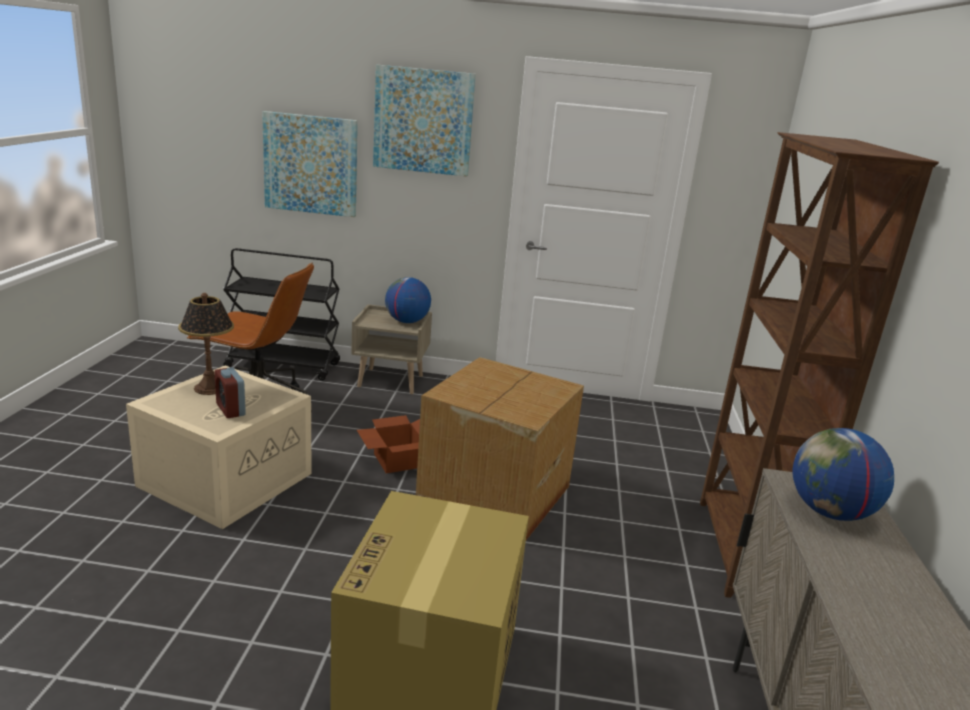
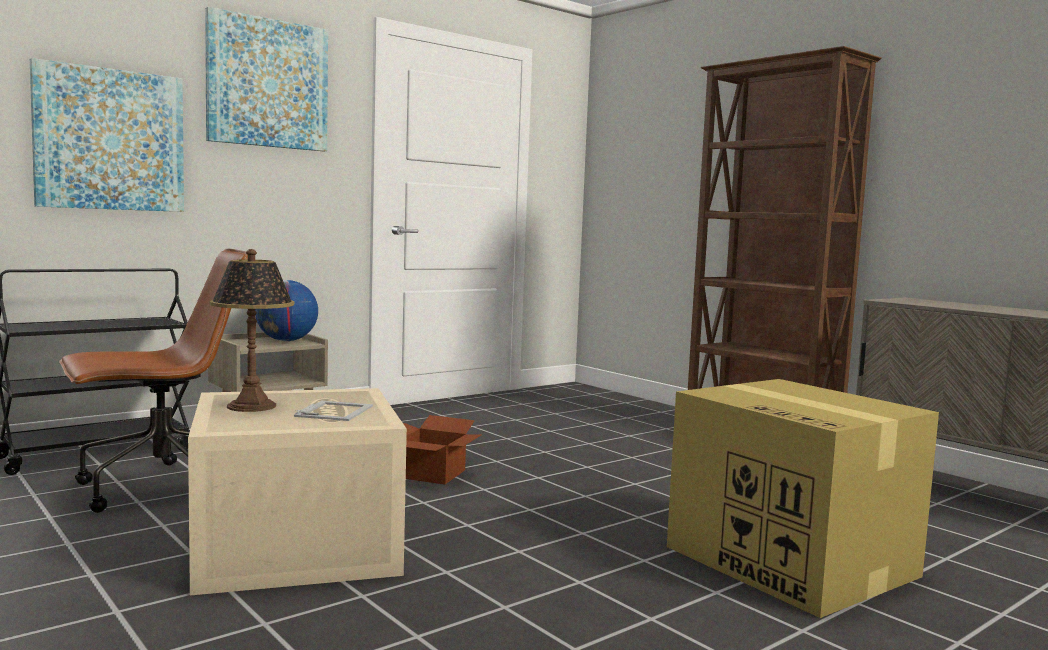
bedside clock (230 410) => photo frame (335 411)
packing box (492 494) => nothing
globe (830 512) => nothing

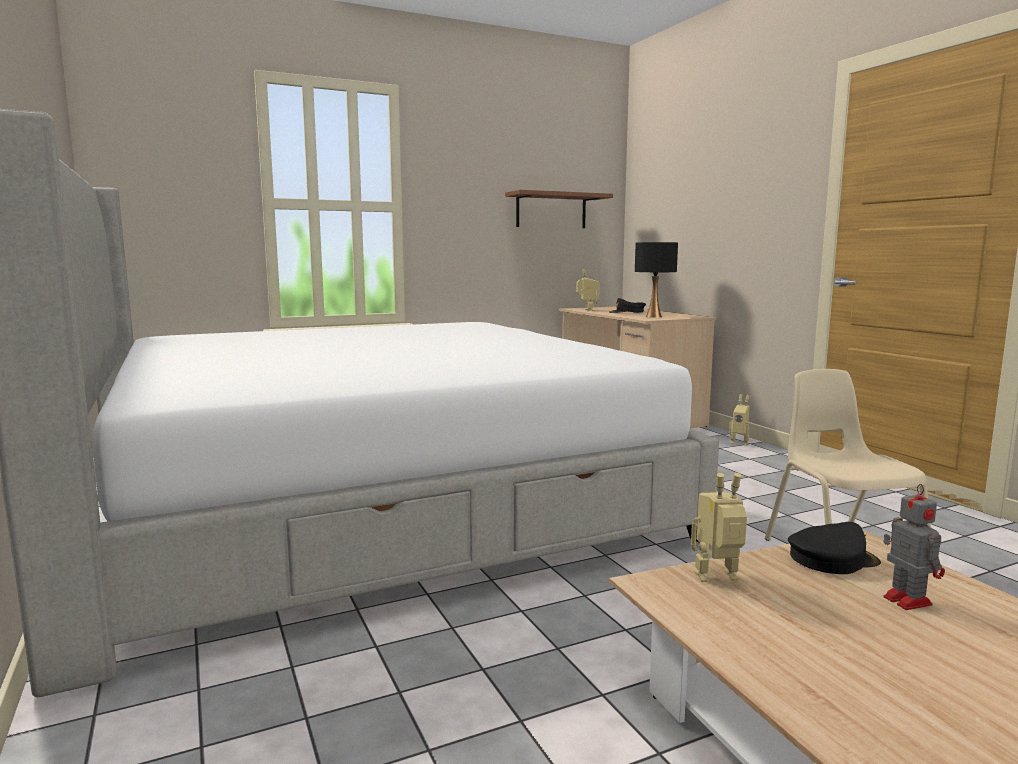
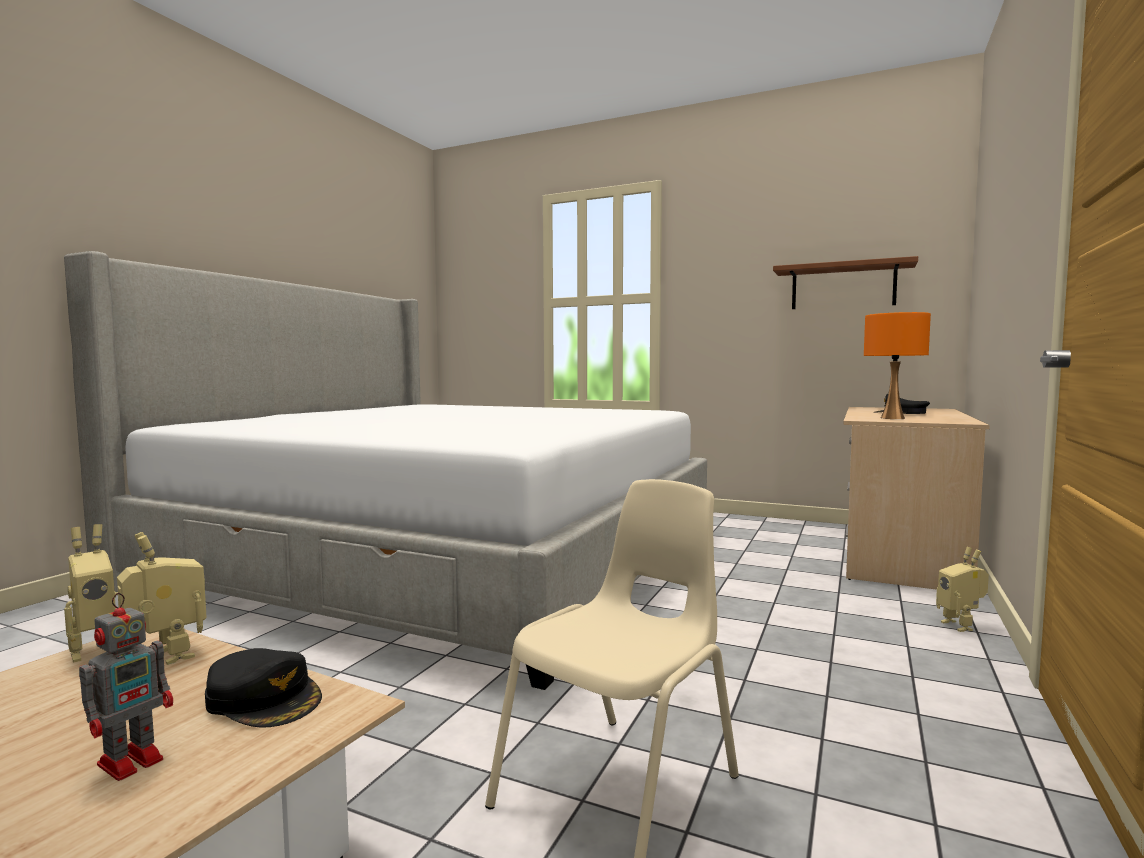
robot figure (587 310) => robot figure (96 649), moved
lamp for a table in black-coloured (653 316) => lamp for a table in orange-coloured (892 418)

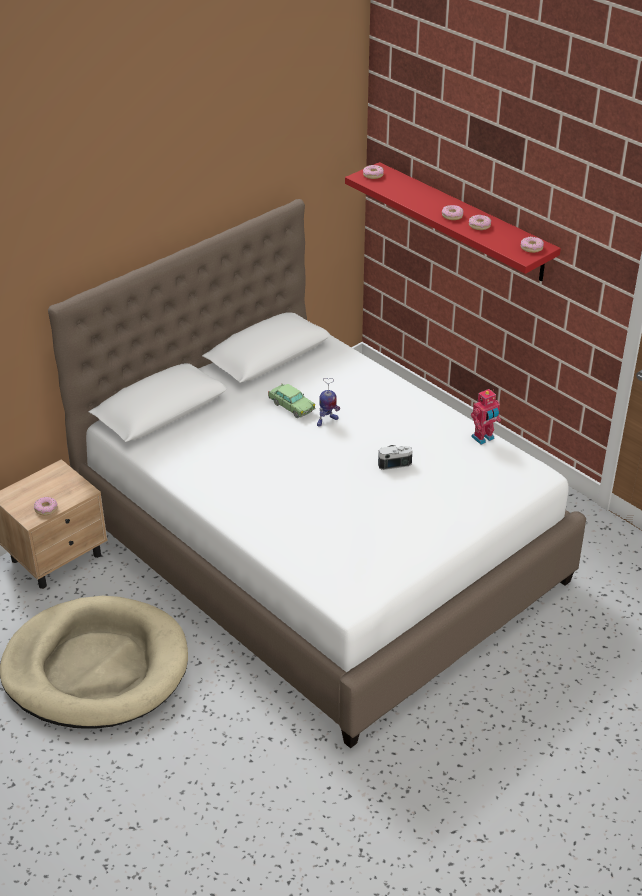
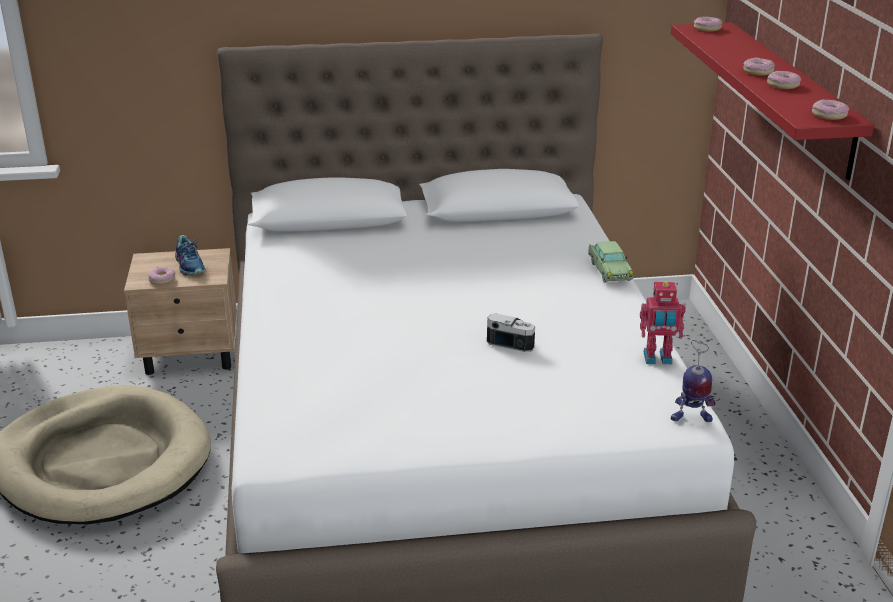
miniature car (291 406) => miniature car (609 271), moved
robot figure (326 421) => robot figure (690 418), moved
nothing => low shoe (190 265)

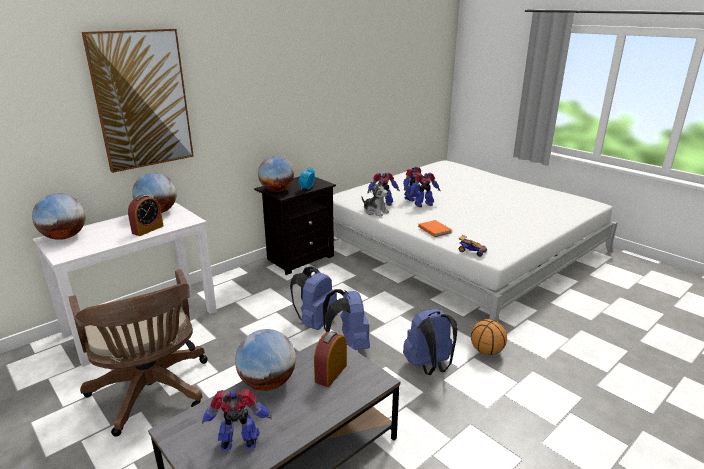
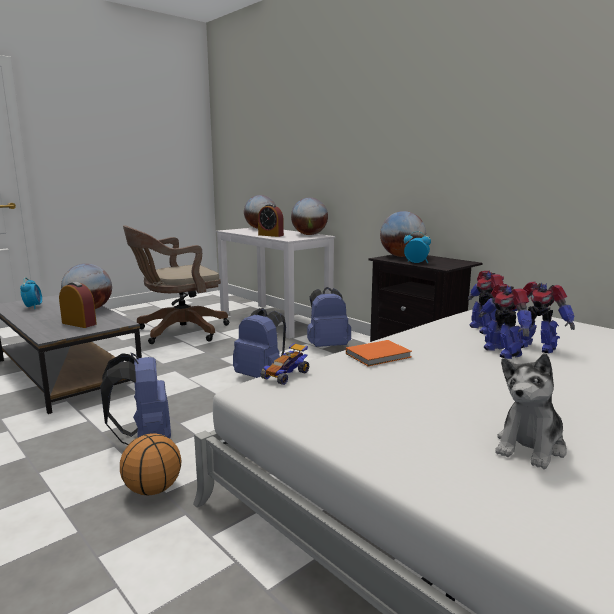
picture (142 100) => nothing
robot figure (239 444) => bedside clock (33 307)
knapsack in blue-coloured (349 345) => knapsack in blue-coloured (327 346), moved
cuddly toy (375 212) => cuddly toy (530 446), moved

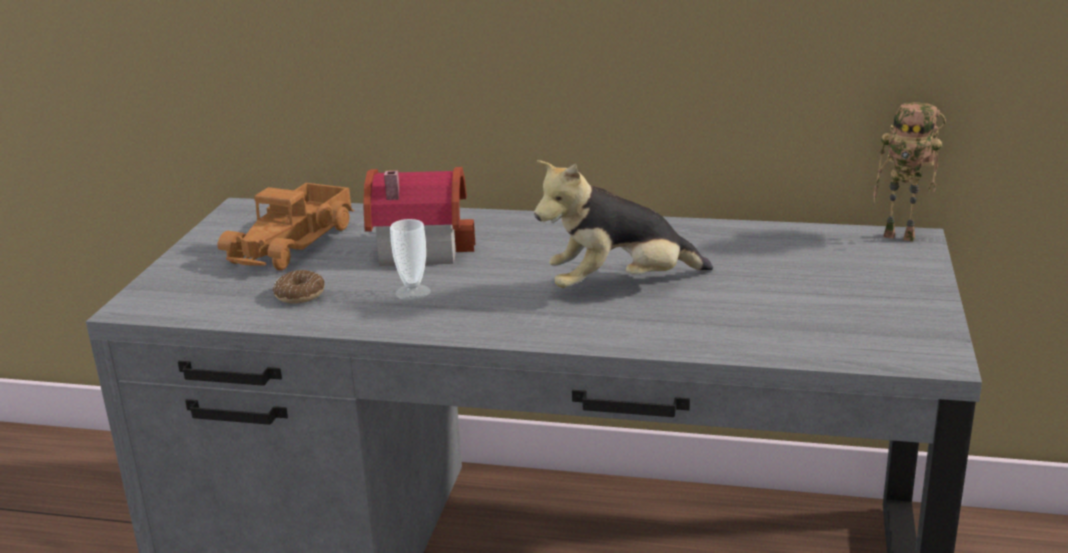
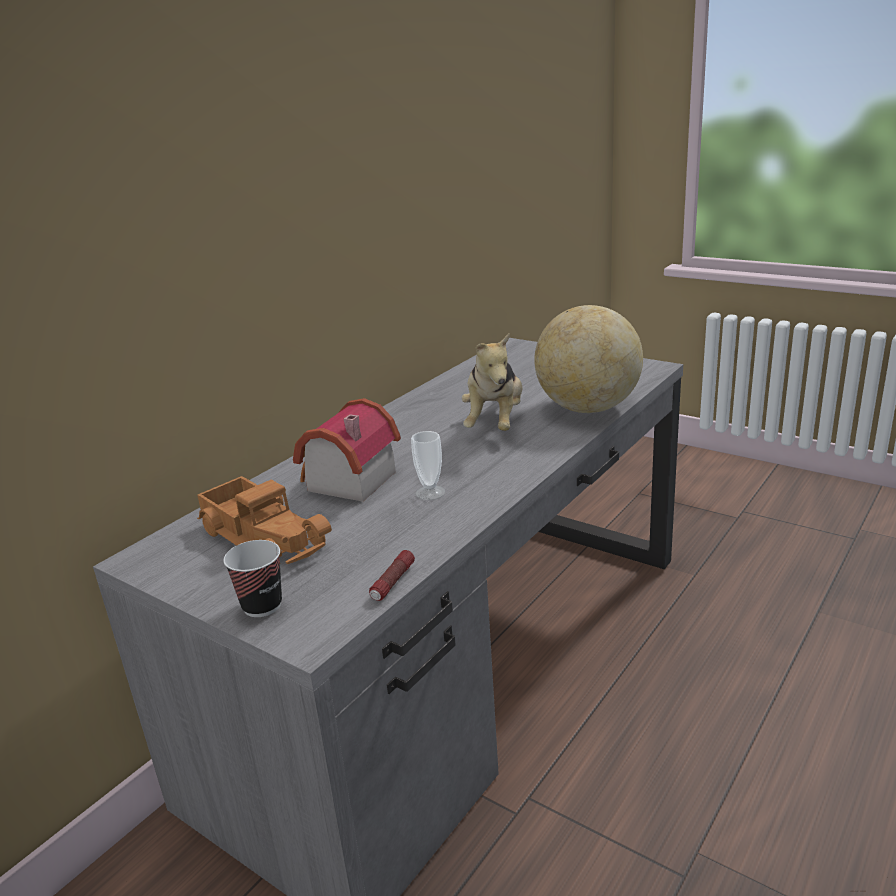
doughnut (300 295) => nothing
robot figure (902 236) => nothing
nothing => small cup (262 605)
nothing => hand torch (393 582)
nothing => globe (587 408)

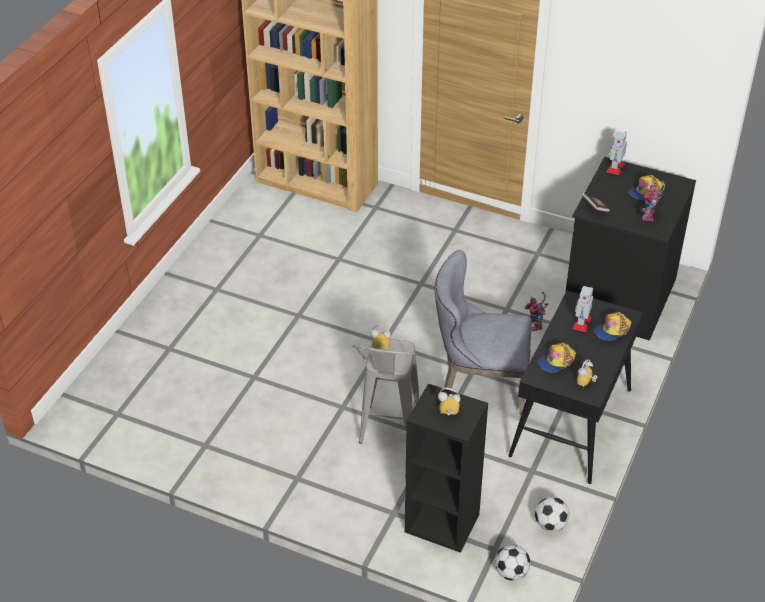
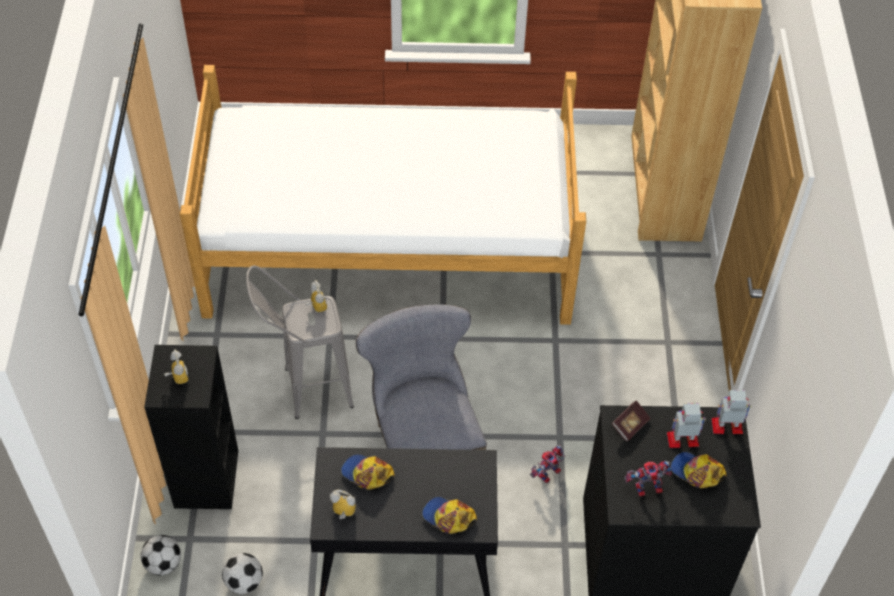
robot figure (581 322) => robot figure (683 439), moved
nothing => bed (389 245)

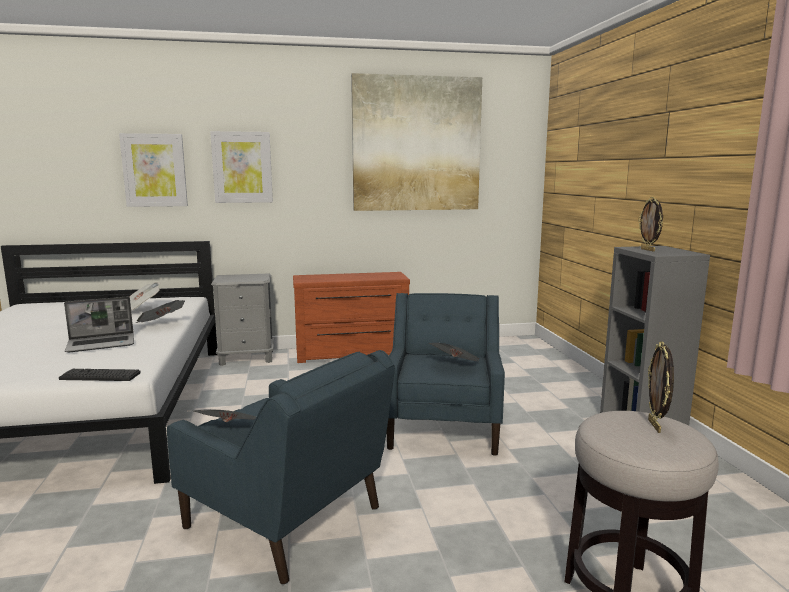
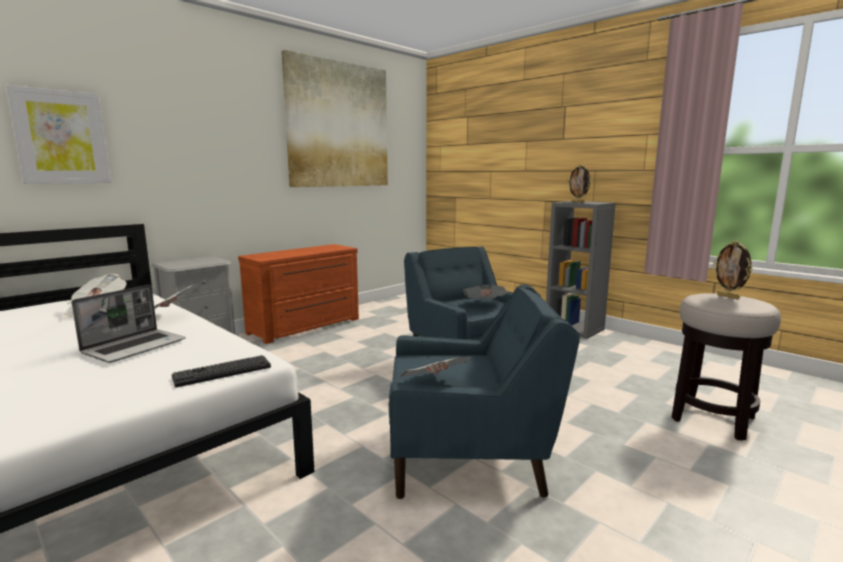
picture (242 167) => nothing

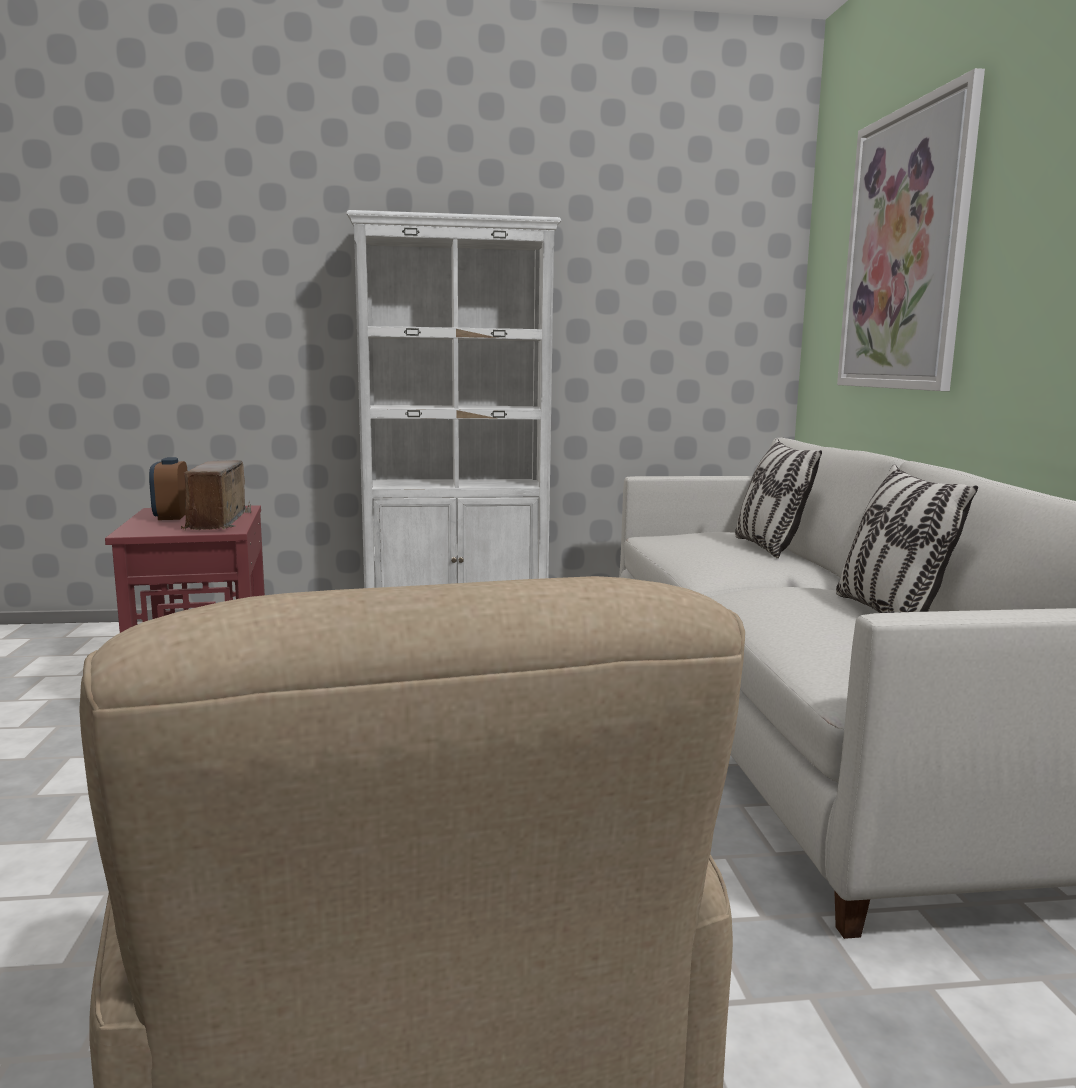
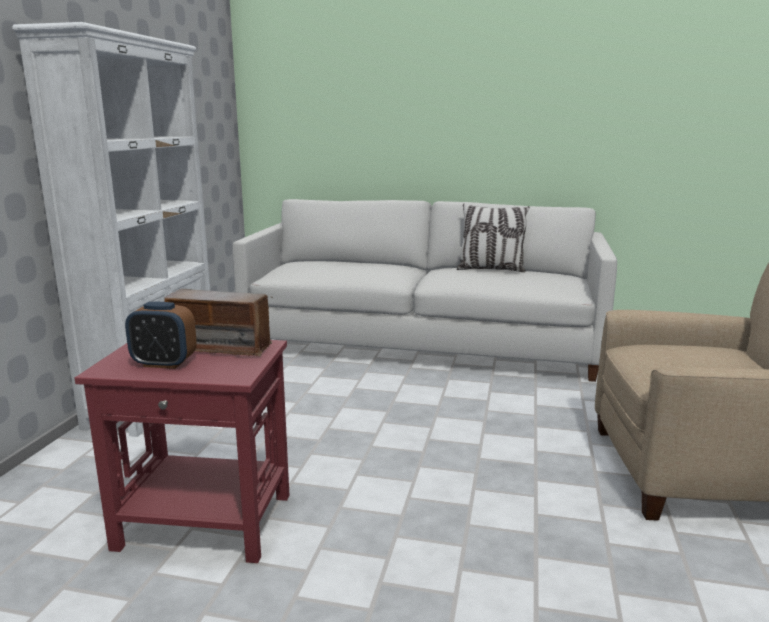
cushion (768 548) => nothing
picture (905 250) => nothing

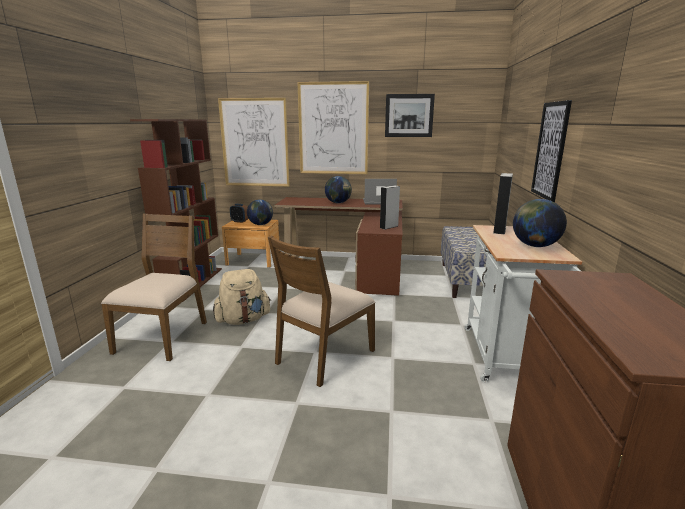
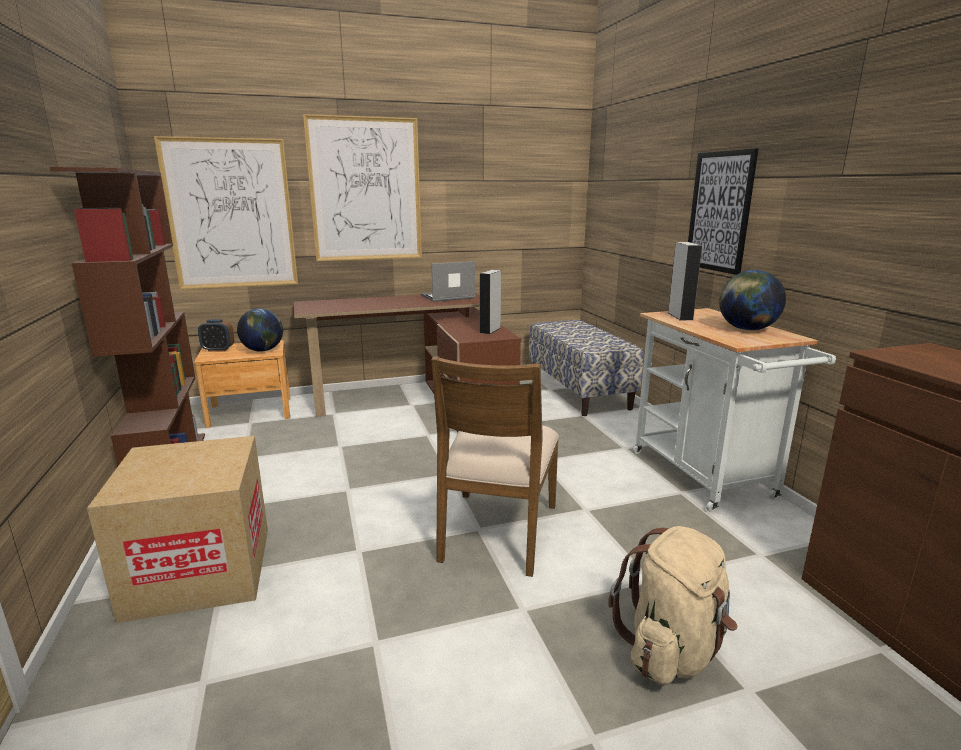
plain chair in brown-coloured (164 337) => packing box (200 571)
knapsack in beige-coloured (243 320) => knapsack in beige-coloured (672 650), moved
globe (338 203) => nothing
picture (409 115) => nothing

